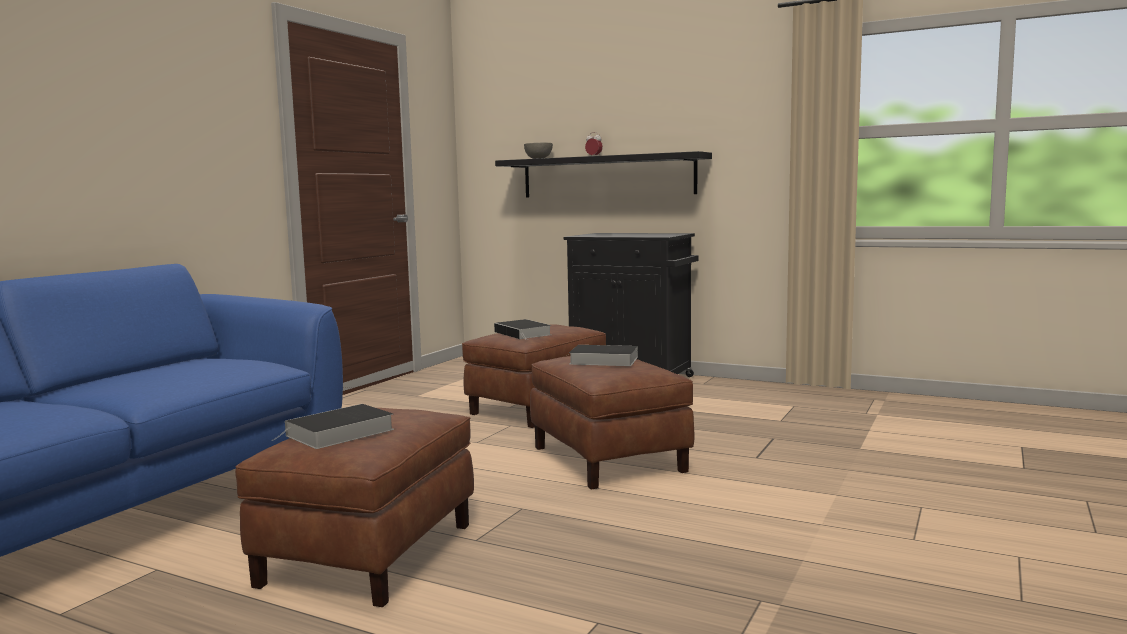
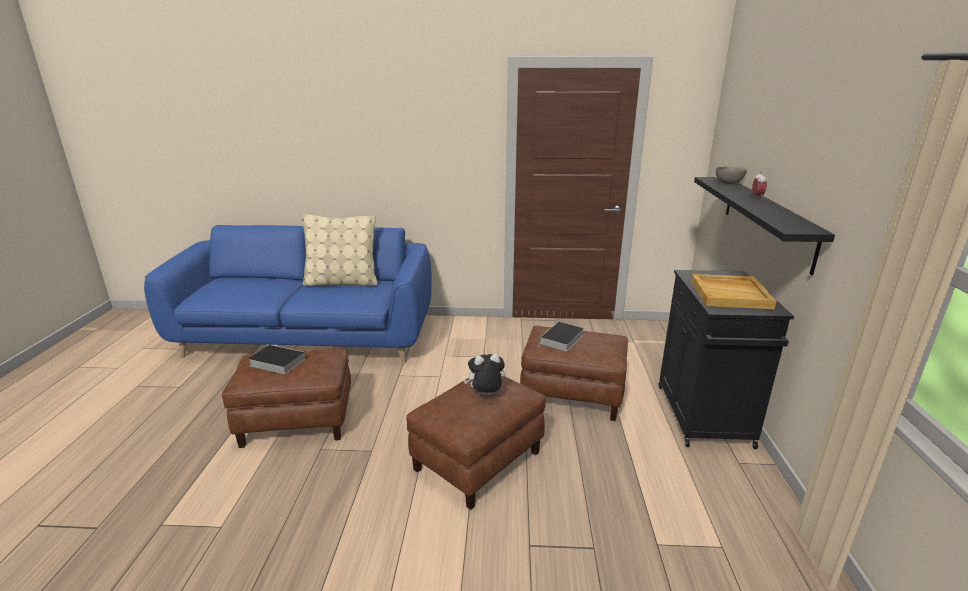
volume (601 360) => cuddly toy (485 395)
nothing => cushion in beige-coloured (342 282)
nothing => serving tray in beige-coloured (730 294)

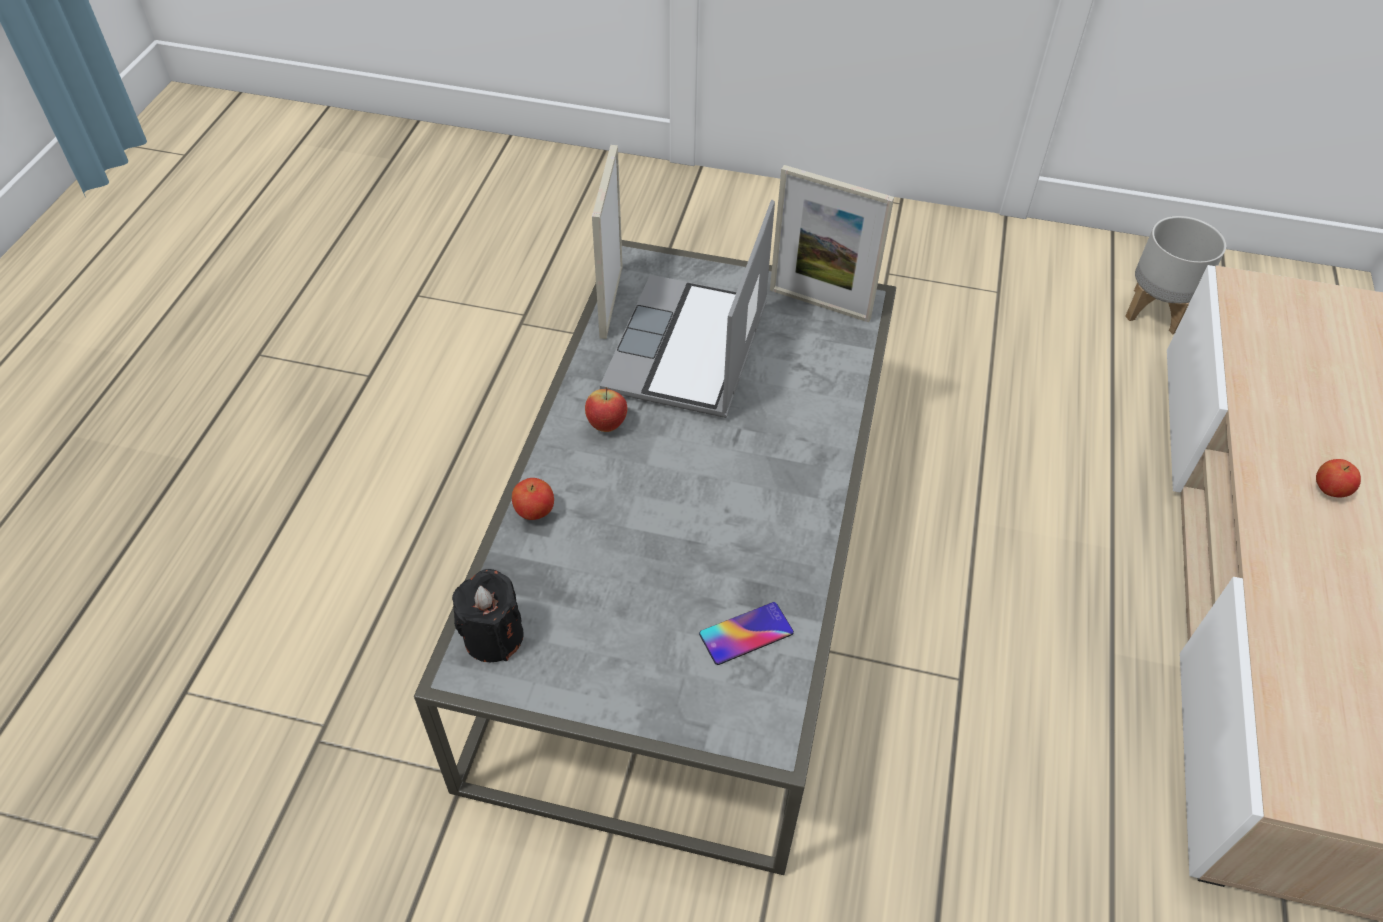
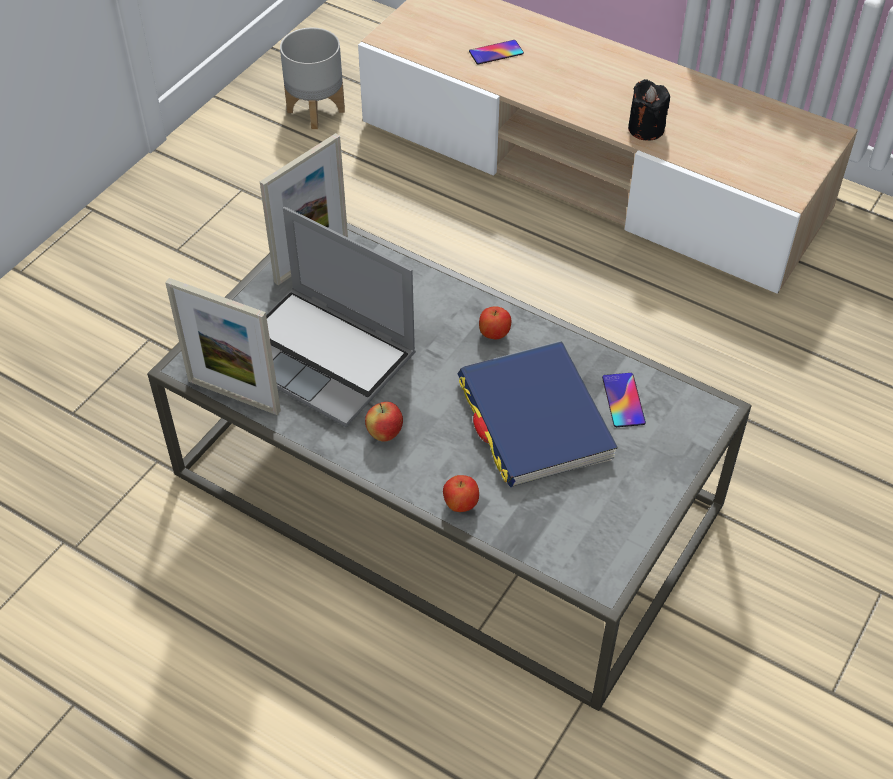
wax light in black-coloured (493 636) => wax light in black-coloured (646 129), moved
apple (1329 490) => apple (494 334), moved
nothing => volume in blue-coloured (534 419)
nothing => phone (496 53)

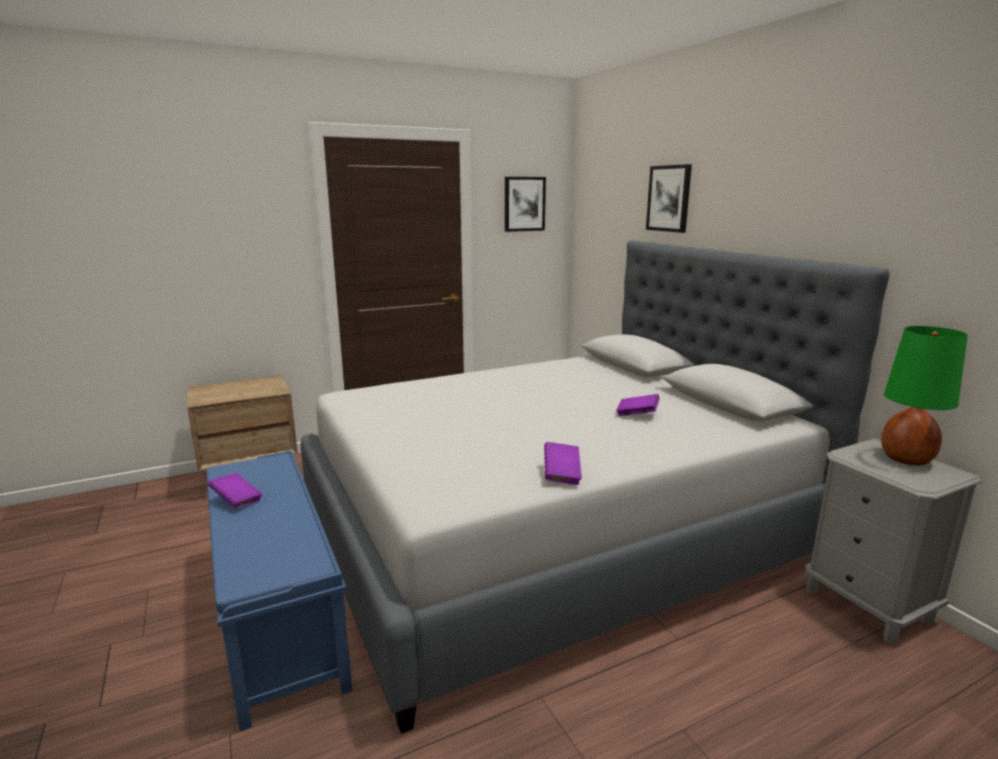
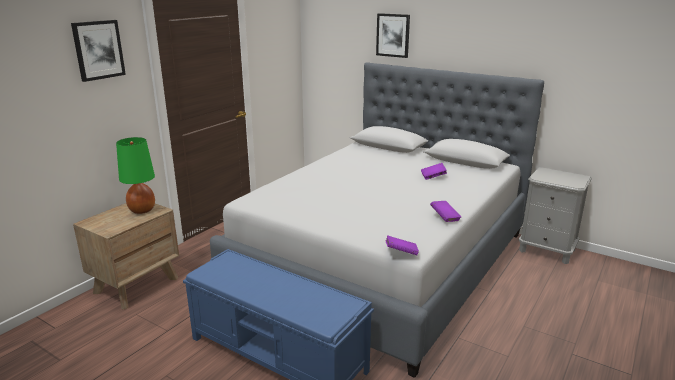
volume in purple (237 501) => volume in purple (401 253), moved
picture (524 204) => picture (98 50), moved
lamp for a table in green (906 459) => lamp for a table in green (142 210), moved

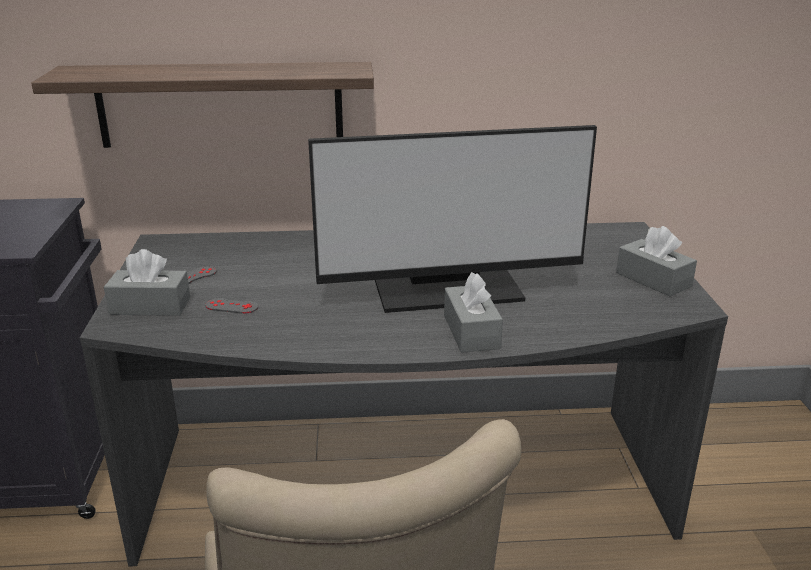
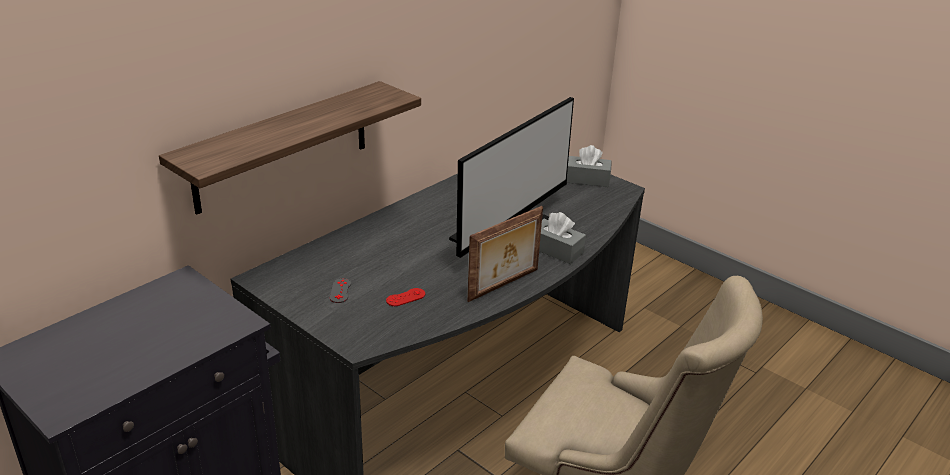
tissue holder in gray (150 306) => nothing
joypad in gray (231 306) => joypad in reddish (405 297)
nothing => photo frame (504 285)

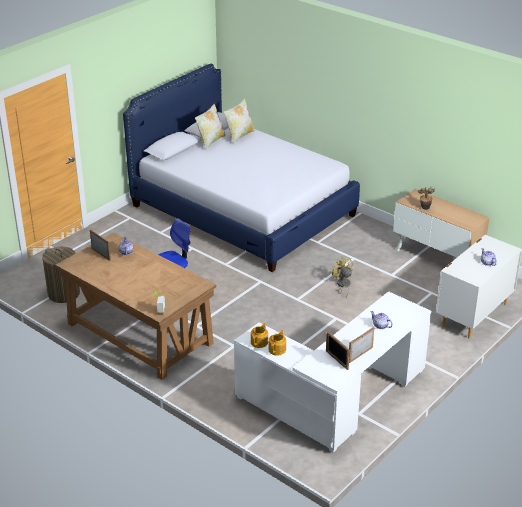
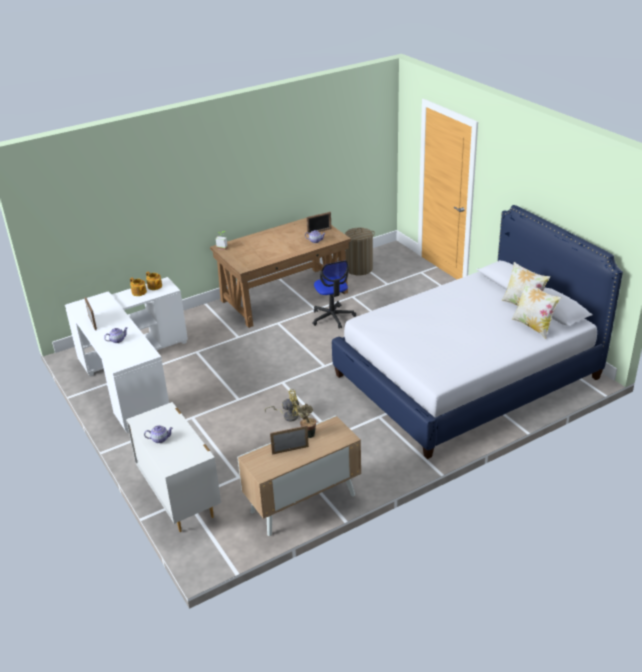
photo frame (336 360) => photo frame (290 450), moved

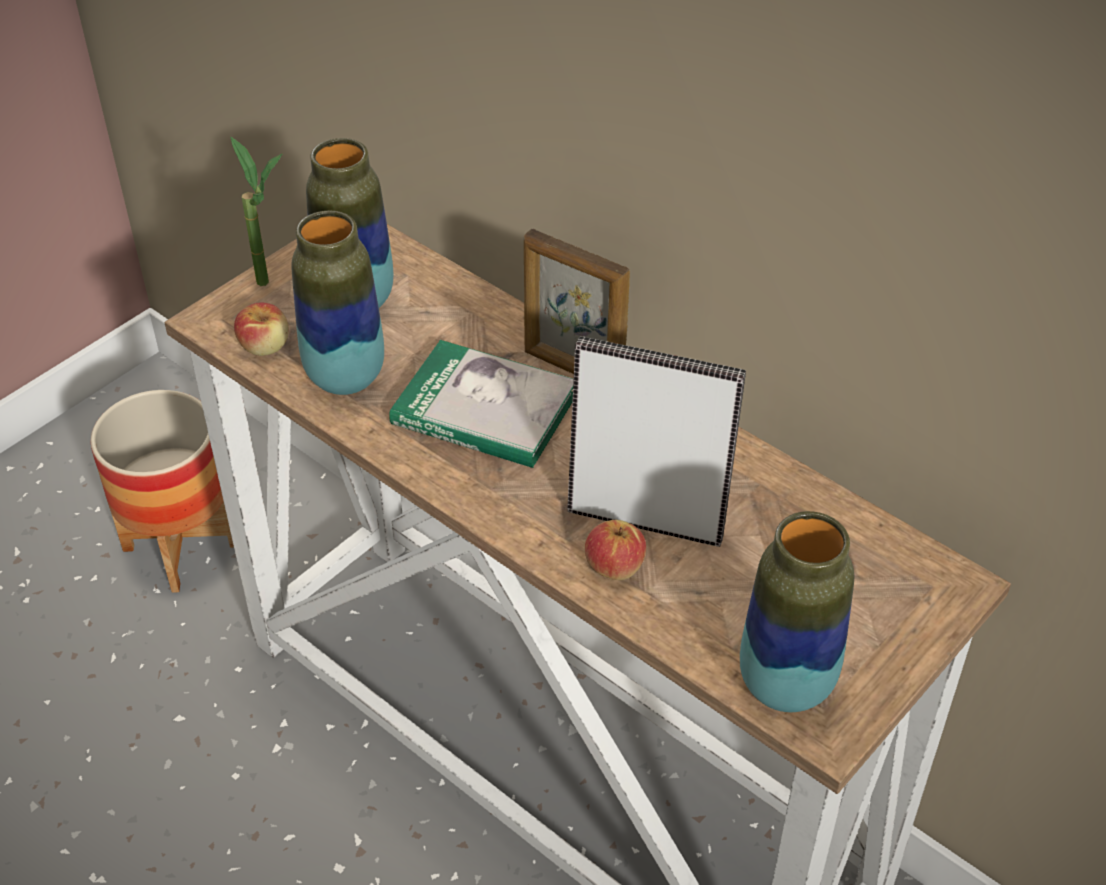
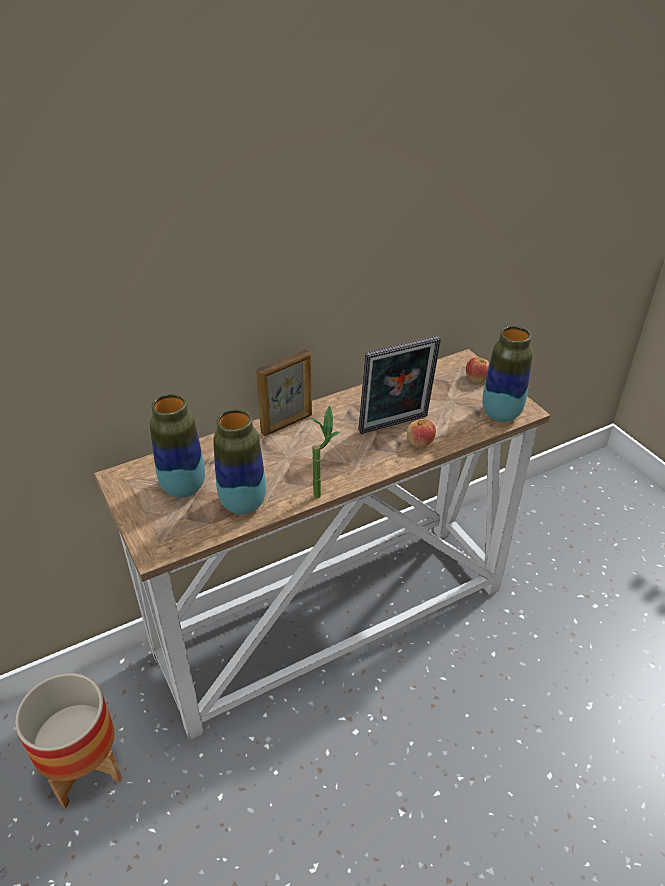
plant in a pot (274 285) => plant in a pot (322 491), moved
apple (265 346) => apple (477 378), moved
volume (484 410) => nothing
photo frame (647 517) => photo frame (395 426), 150 degrees counterclockwise

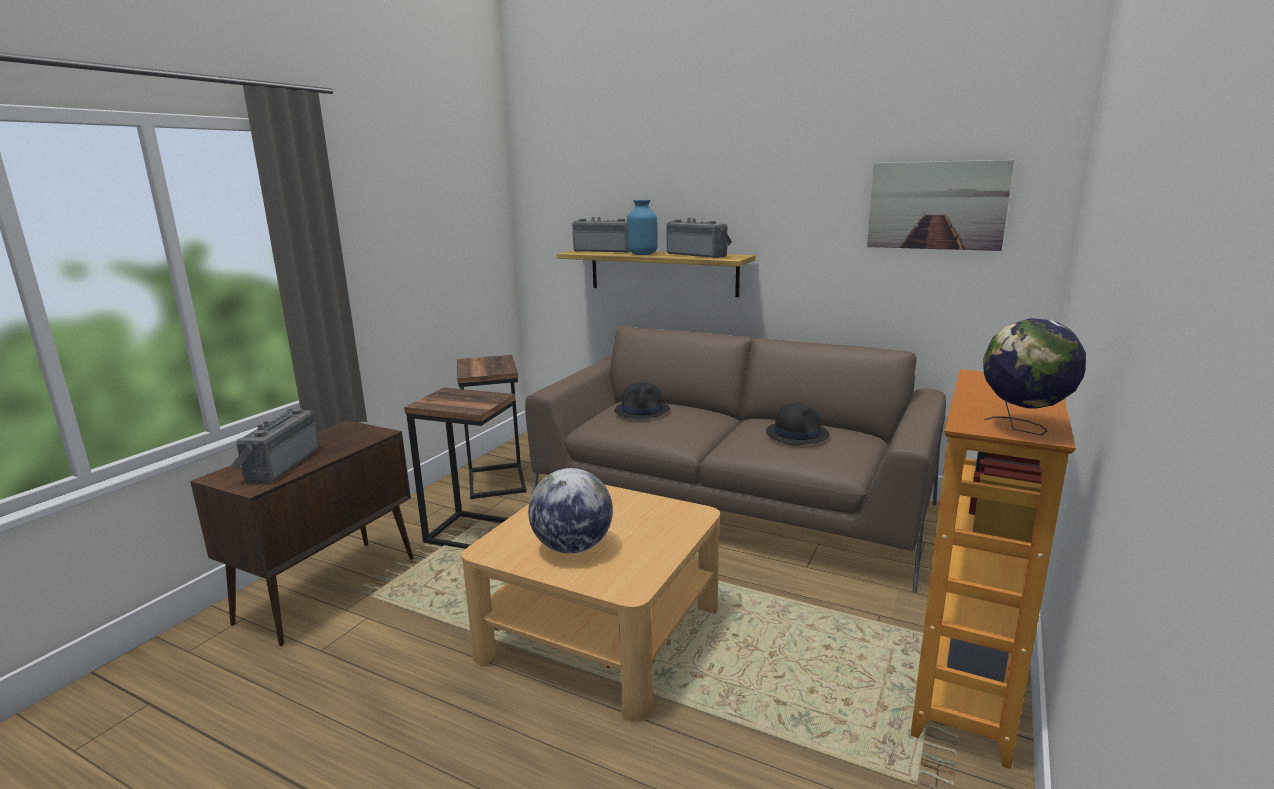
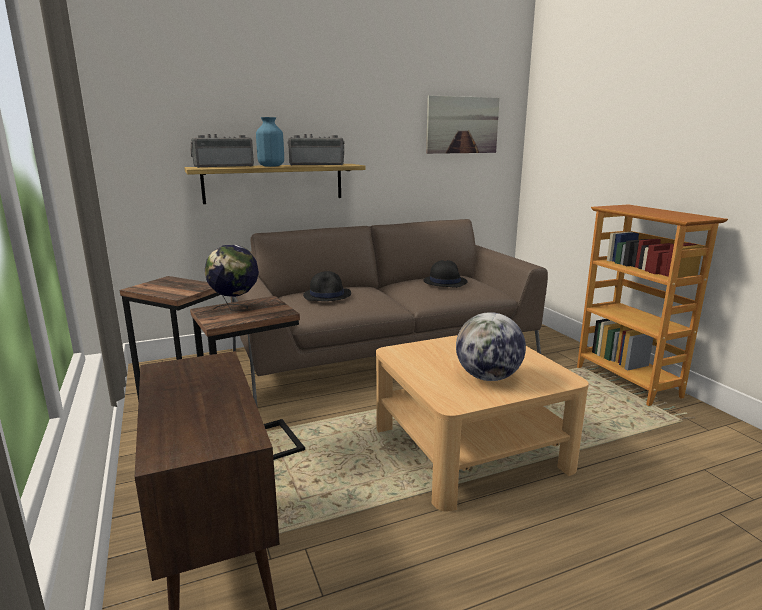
radio (279 464) => nothing
globe (1022 428) => globe (235 309), moved

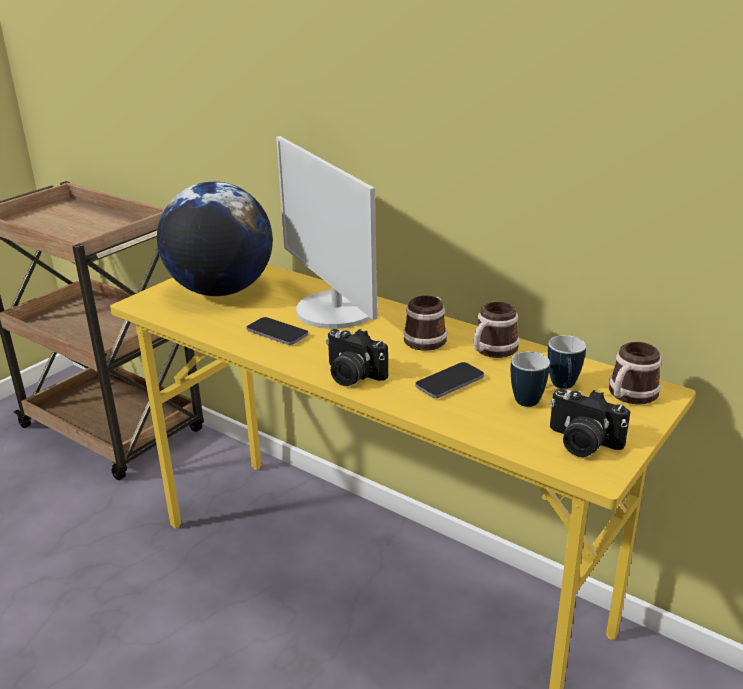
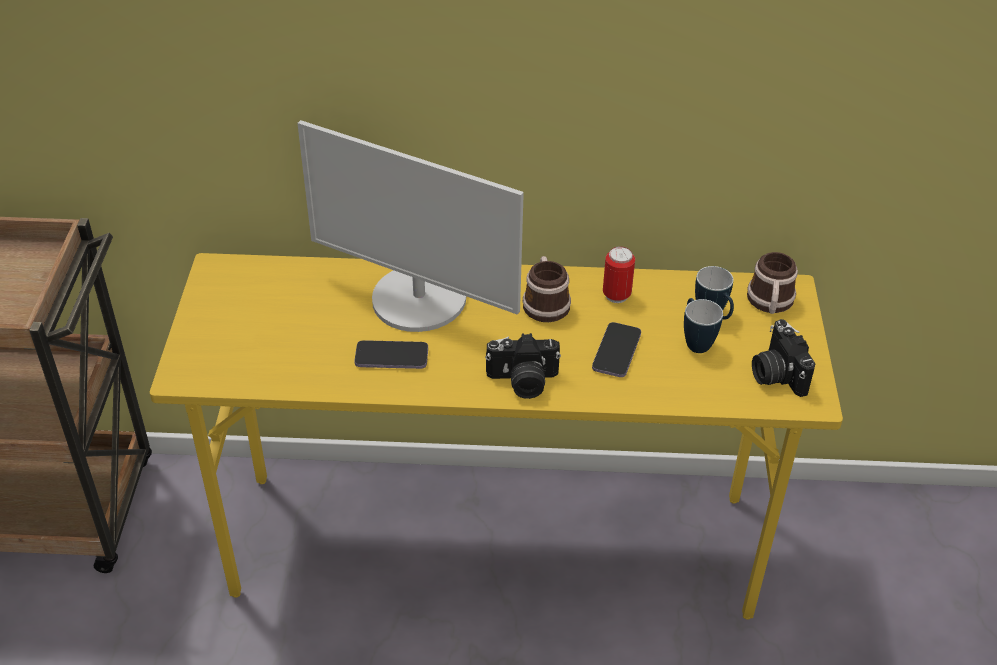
globe (221 291) => nothing
mug (491 350) => sealed can (616 295)
still camera (582 443) => still camera (776 374), 75 degrees clockwise

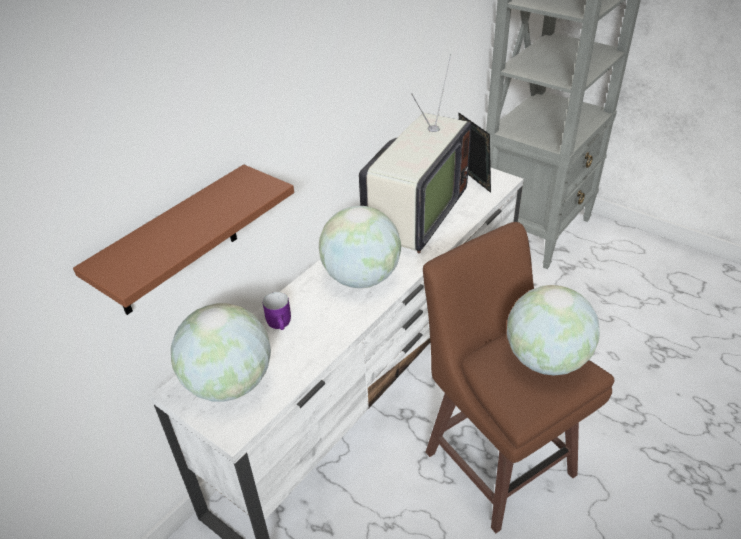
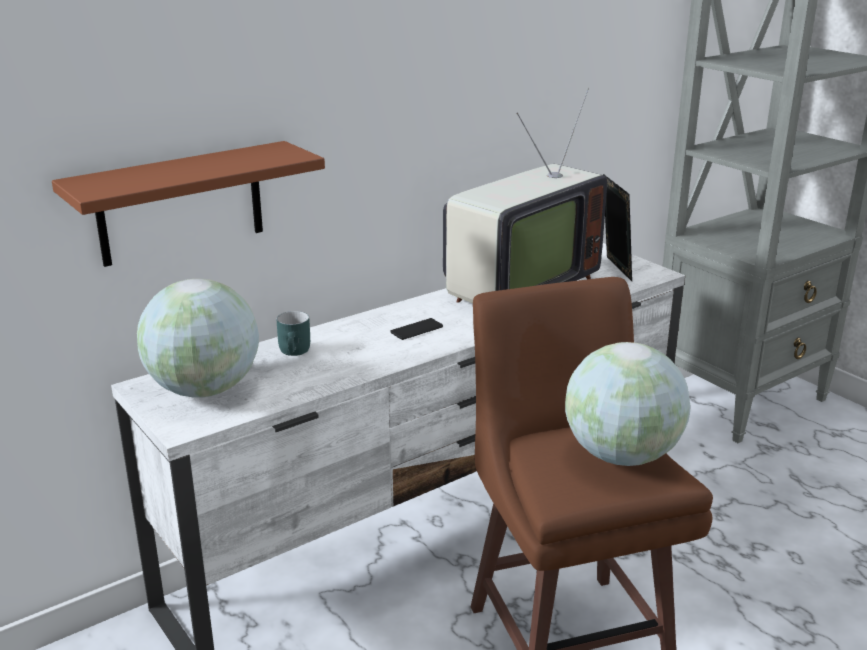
mug in purple (281 323) => mug in blue-green (296 352)
globe (361 278) => phone (416 330)

